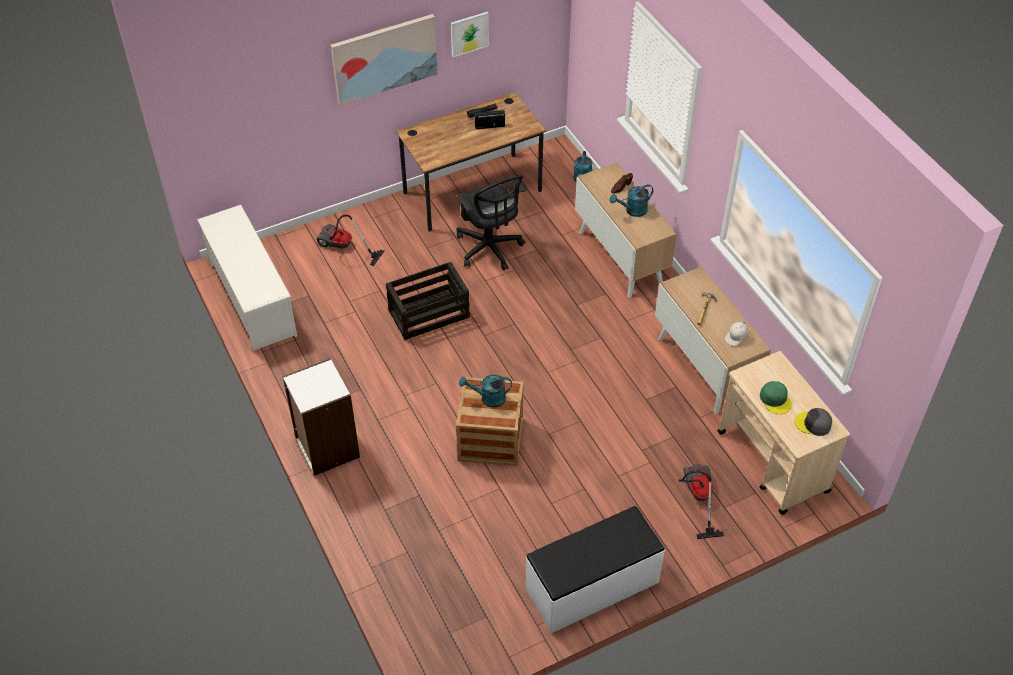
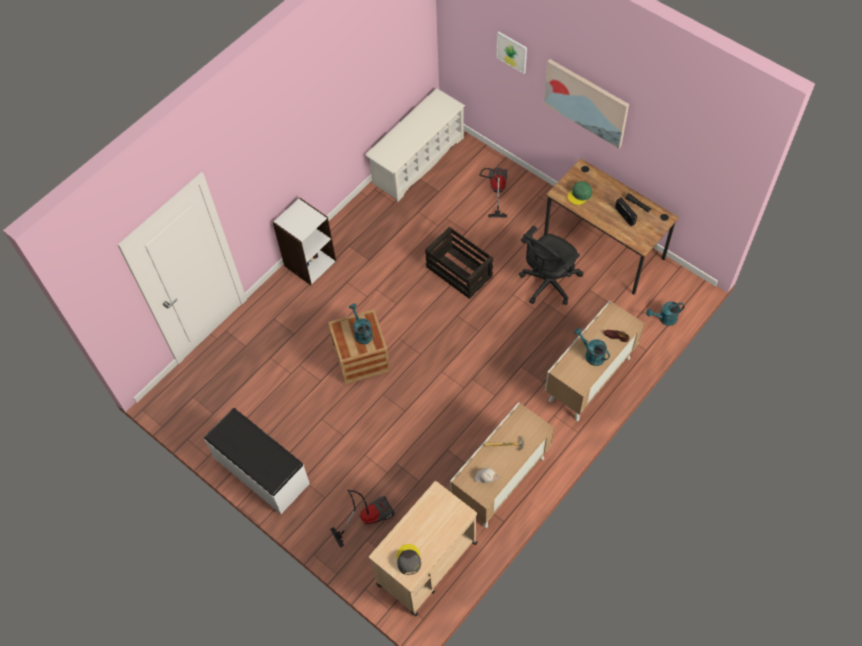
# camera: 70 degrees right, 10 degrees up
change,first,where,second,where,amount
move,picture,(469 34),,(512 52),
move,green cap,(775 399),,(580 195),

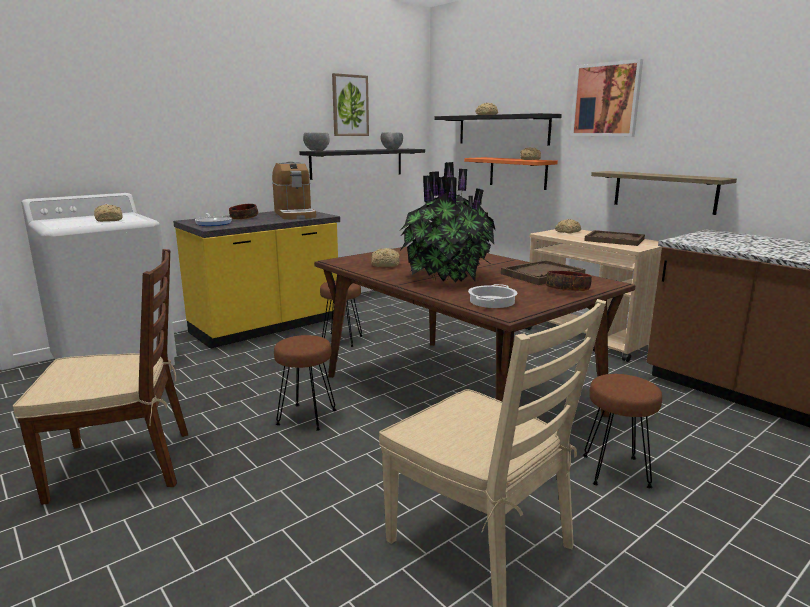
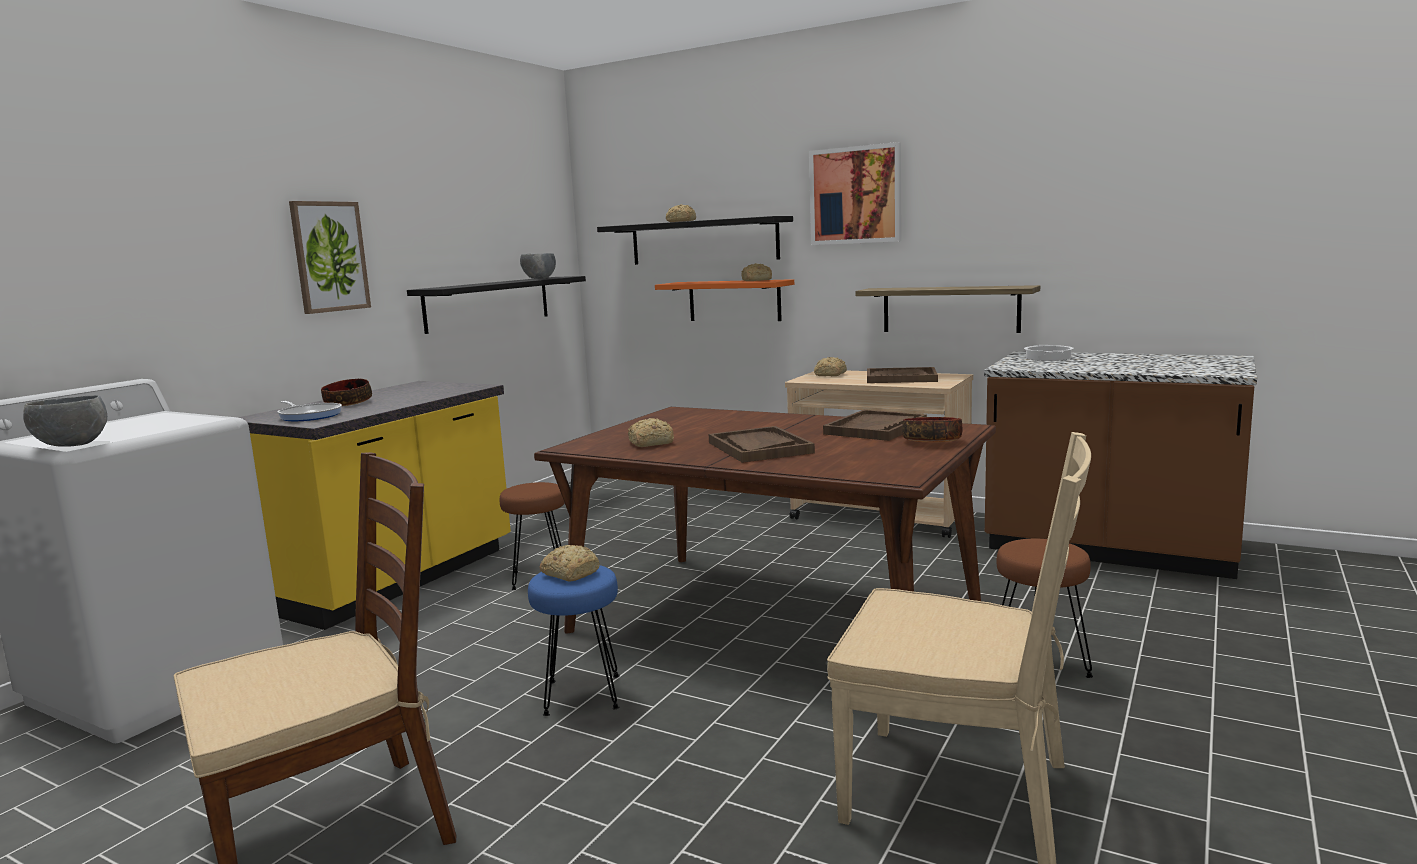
# camera: 20 degrees left, 5 degrees down
change,first,where,second,where,amount
move,picture,(350 105),,(329 256),
move,grey bowl,(317 151),,(72 445),
delete,coffee machine,(295 214),,,
replace,potted plant,(445 277),brown tray,(759 447),
move,bread,(109 220),,(570 573),
move,cooking pot,(492 302),,(1048 358),
recolor,brown stool,(306 417),blue stool,(581 695),

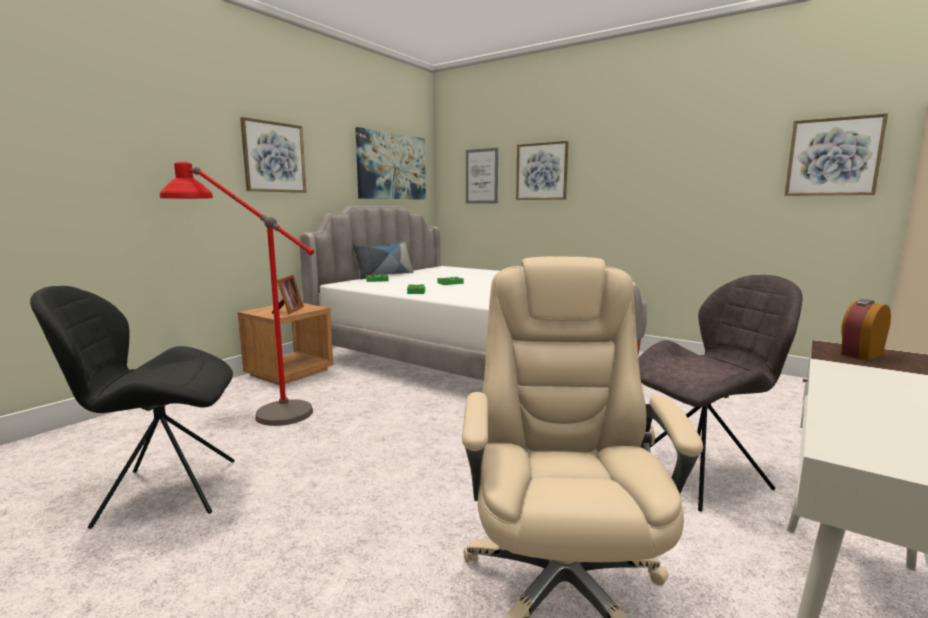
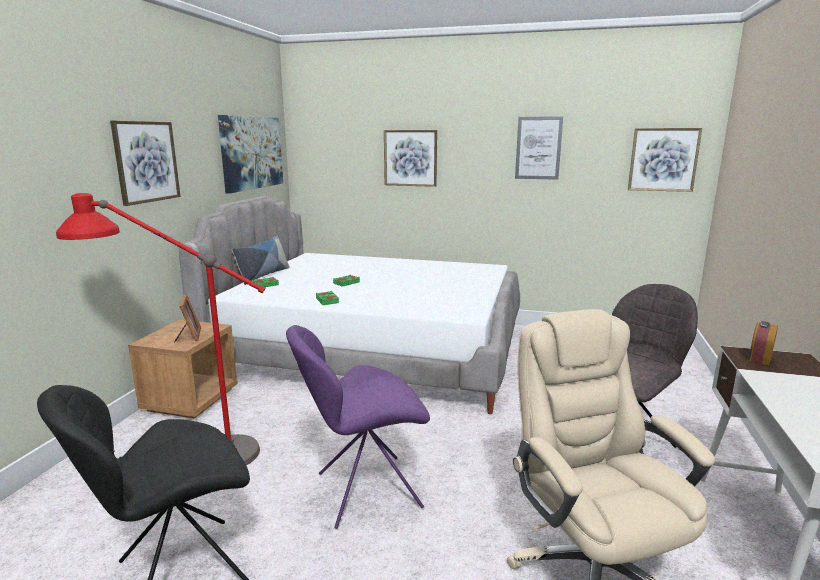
# camera: 20 degrees left, 5 degrees up
change,first,where,second,where,amount
move,picture,(481 176),,(538 148),
insert,,,purple chair,(364 491),

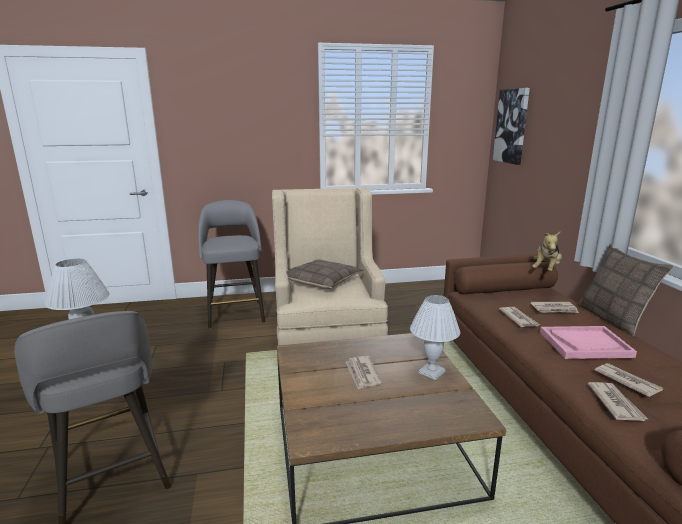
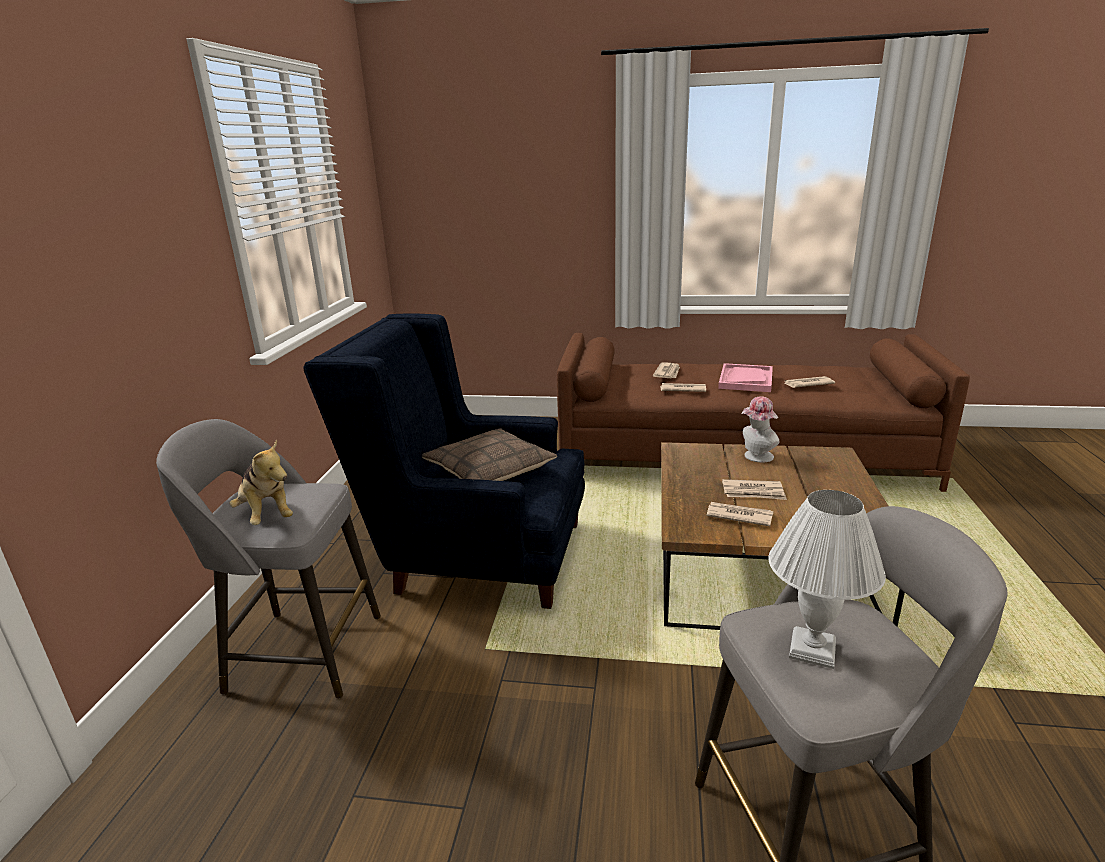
# camera: 70 degrees left, 5 degrees up
change,first,where,second,where,amount
delete,picture,(512 126),,,
recolor,beige armchair,(326 333),blue armchair,(474 555),
move,plush toy,(546 270),,(266 515),
delete,pillow,(613 319),,,
replace,white table lamp,(431 372),hat,(756 457),
move,newspaper,(615 403),,(738 516),

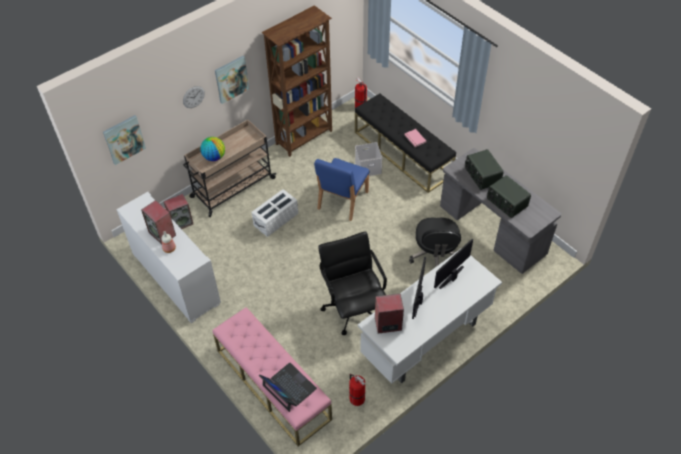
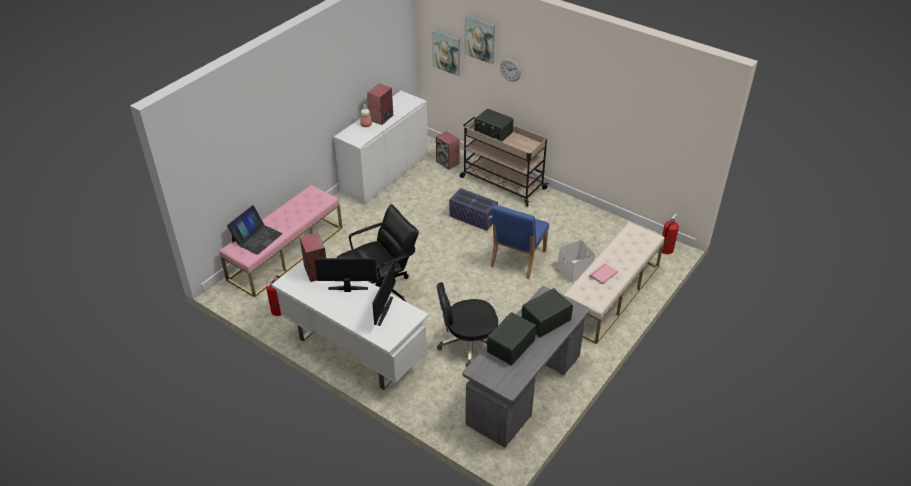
# camera: 75 degrees right, 10 degrees down
change,first,where,second,where,amount
delete,brown bookcase,(305 138),,,
move,picture,(231 79),,(480 39),
recolor,black bench,(402 153),beige bench,(610 295),
replace,globe,(214 157),radio,(493 133),
rotate,blue chair,(342 200),,(517 259),75 degrees counterclockwise
recolor,white storage box,(276 220),purple storage box,(473 218),
rotate,monitor,(452 278),,(384 311),75 degrees clockwise

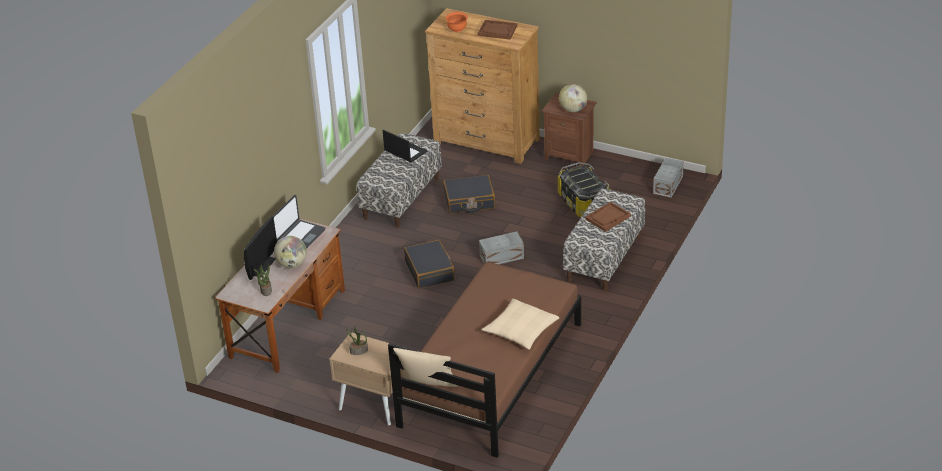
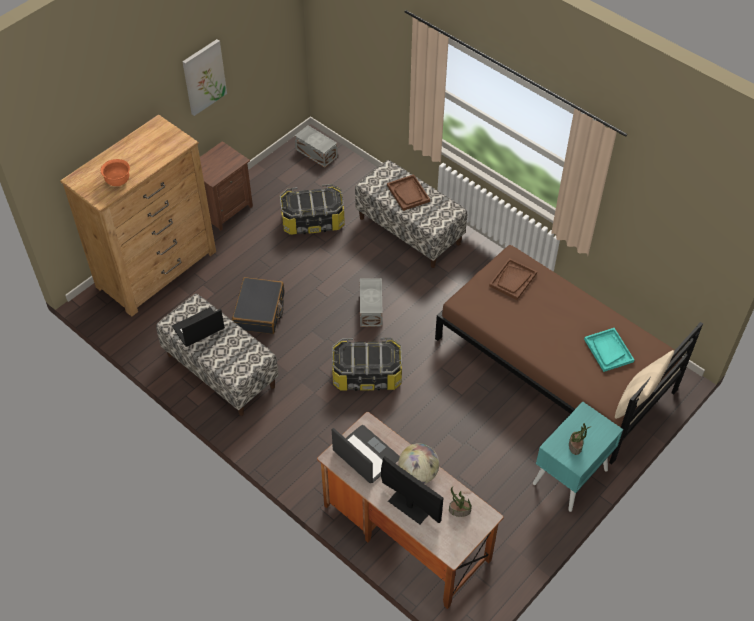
# camera: 75 degrees left, 15 degrees up
change,first,where,second,where,amount
move,brown tray,(497 31),,(513 280),
delete,globe,(573 109),,,
replace,black suitcase,(430 271),storage box,(367 375),
delete,beige pillow,(520 330),,,
recolor,beige nightstand,(373 403),turquoise nightstand,(570 477),
insert,,,picture,(204 77),
insert,,,turquoise tray,(608 350),

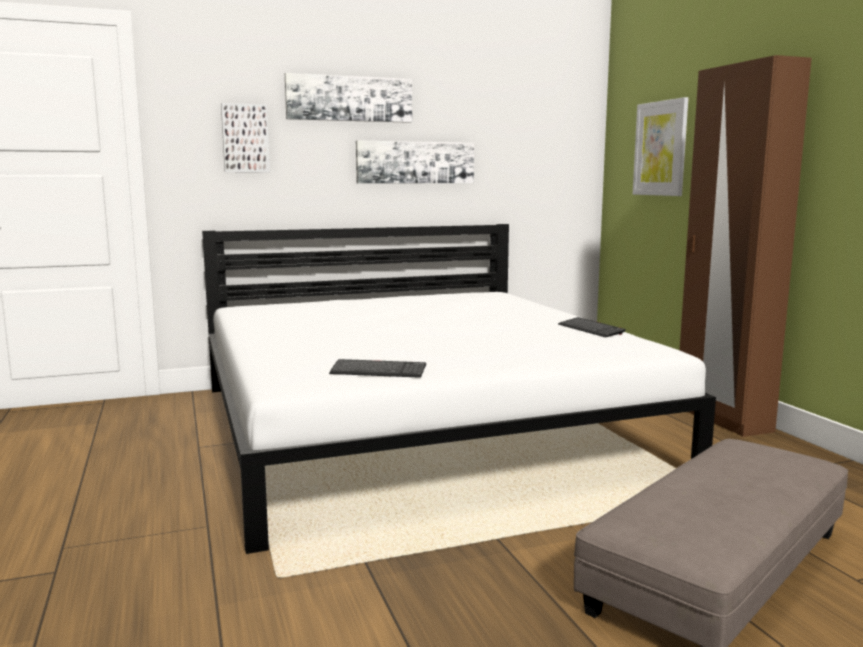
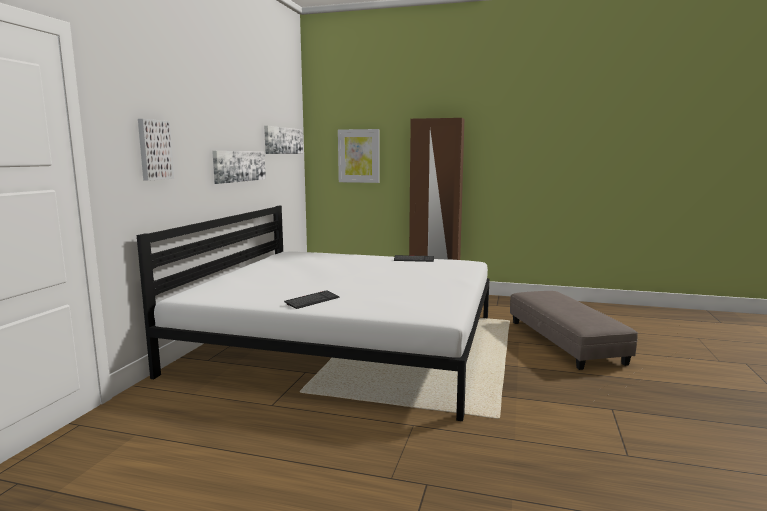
# camera: 55 degrees left, 0 degrees up
change,first,where,second,where,amount
move,picture,(349 99),,(283 140),
move,keyboard,(378 371),,(312 301),

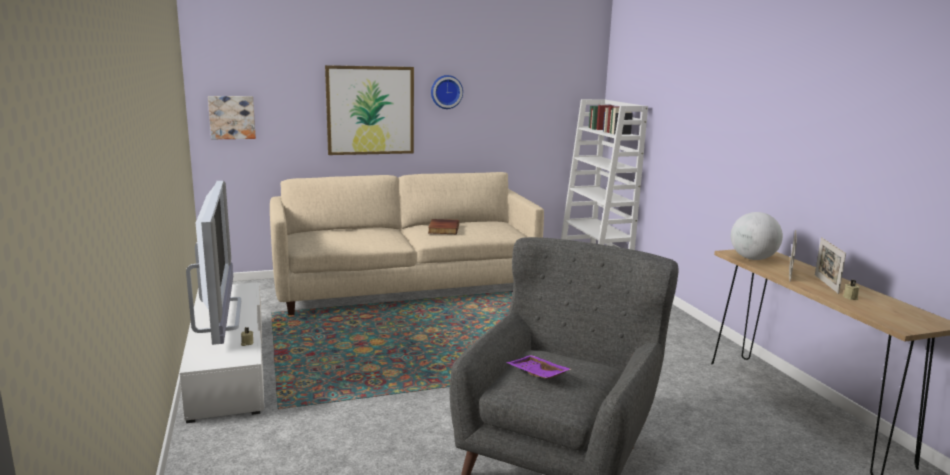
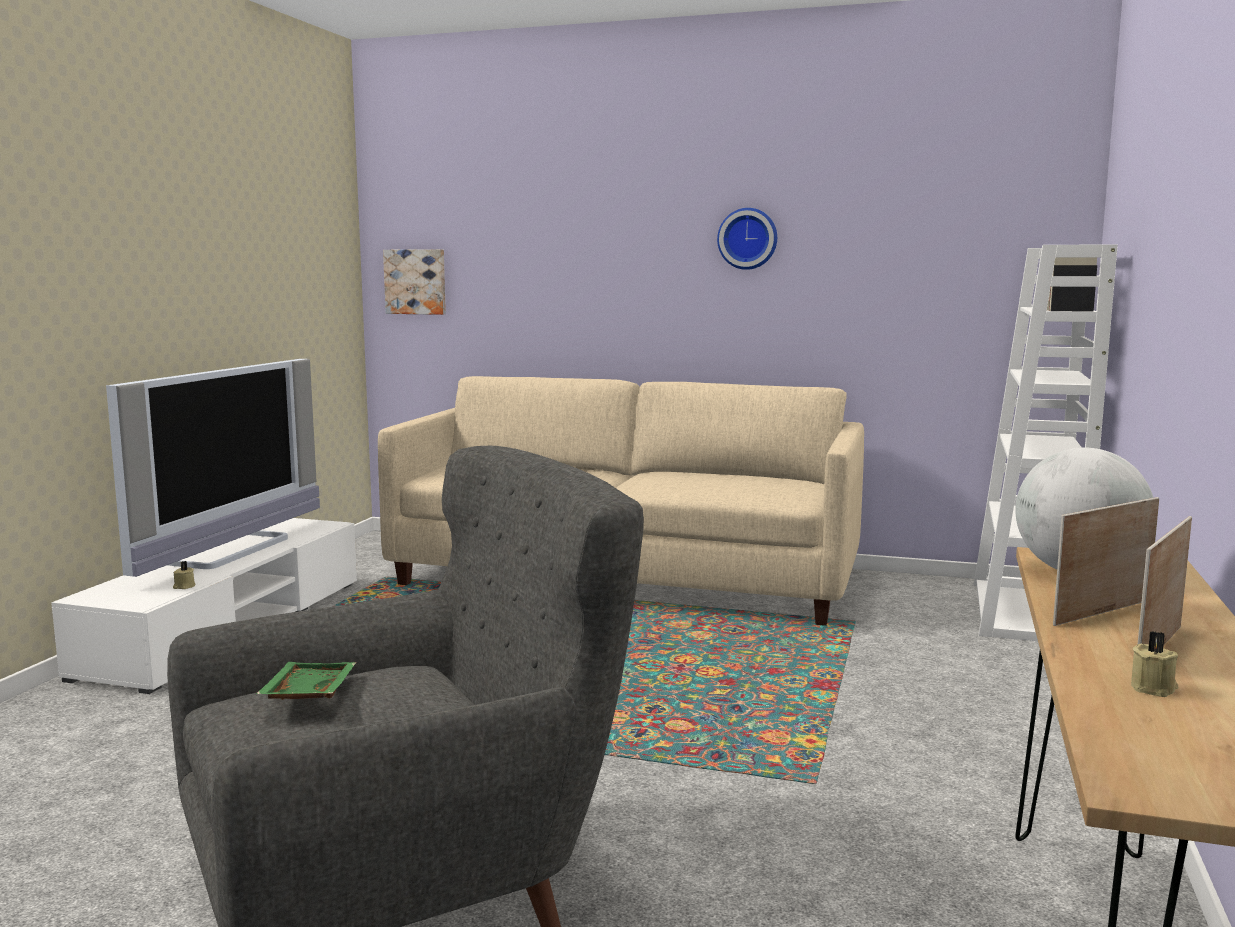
# camera: 35 degrees right, 5 degrees down
change,first,where,second,where,amount
delete,picture,(370 110),,,
delete,book,(443 229),,,
recolor,purple tray,(536 374),green tray,(307 694),

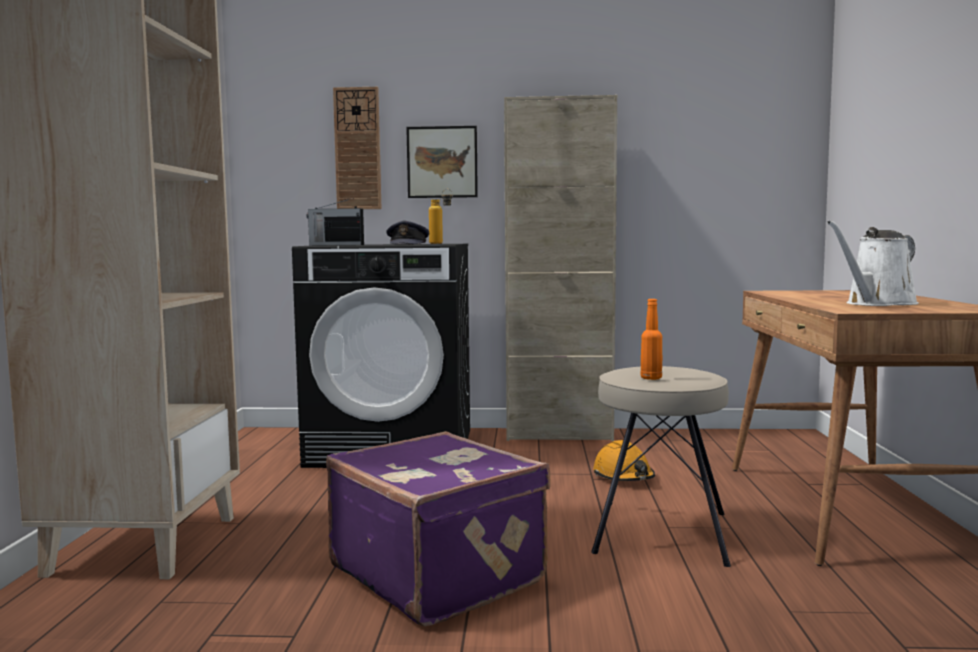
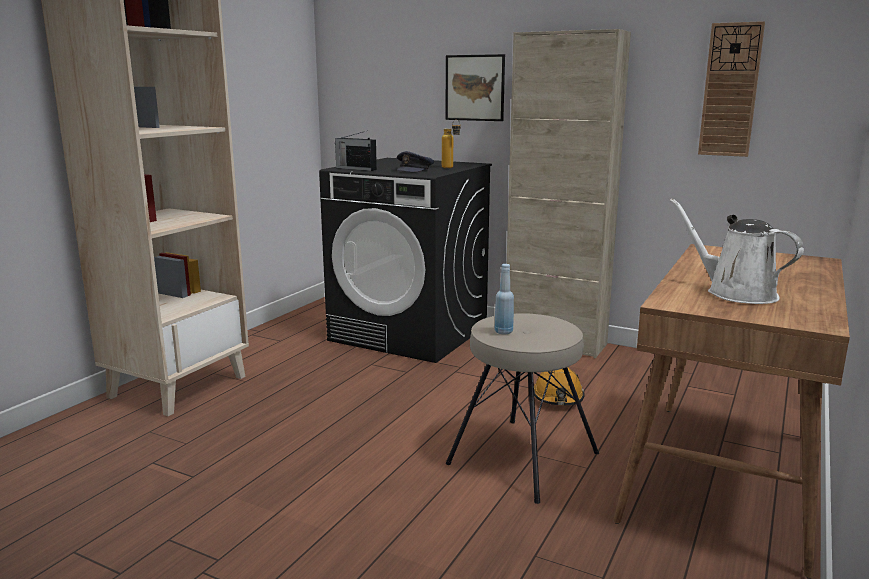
# camera: 25 degrees right, 10 degrees up
change,first,where,second,where,amount
move,wall clock,(357 149),,(730 90),
rotate,white watering can,(877 304),,(735 293),60 degrees clockwise
recolor,orange bottle,(651 378),blue bottle,(503 332),
delete,purple suitcase,(439 573),,,

